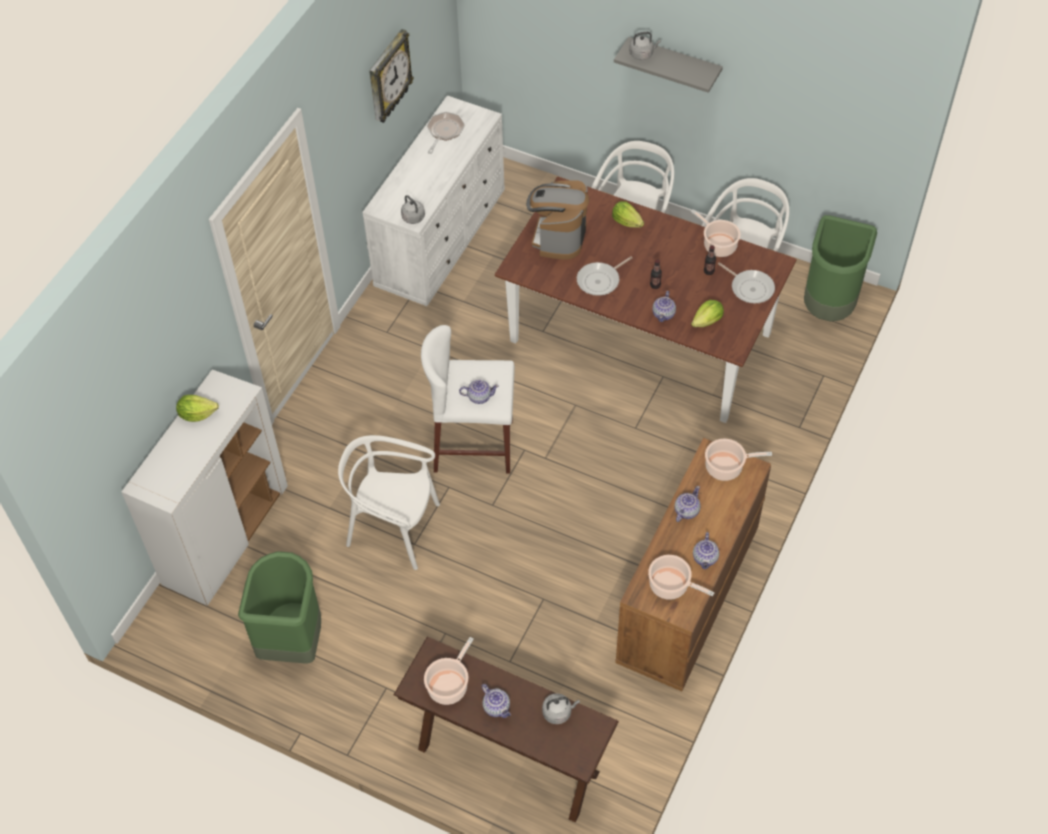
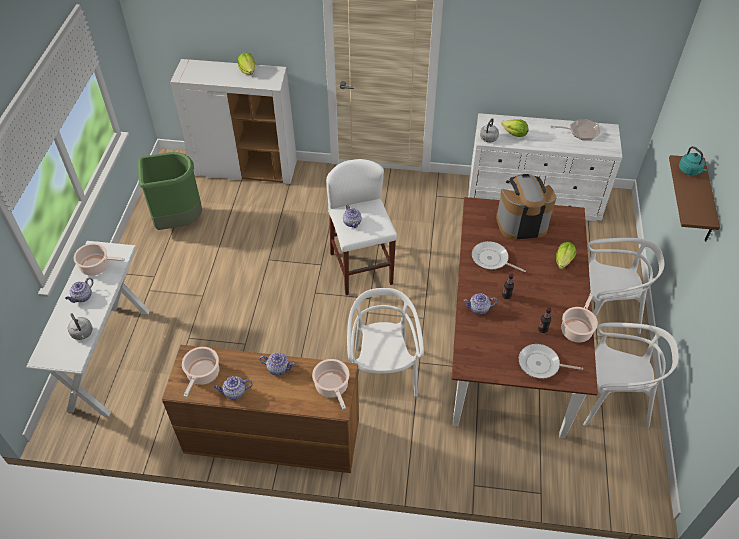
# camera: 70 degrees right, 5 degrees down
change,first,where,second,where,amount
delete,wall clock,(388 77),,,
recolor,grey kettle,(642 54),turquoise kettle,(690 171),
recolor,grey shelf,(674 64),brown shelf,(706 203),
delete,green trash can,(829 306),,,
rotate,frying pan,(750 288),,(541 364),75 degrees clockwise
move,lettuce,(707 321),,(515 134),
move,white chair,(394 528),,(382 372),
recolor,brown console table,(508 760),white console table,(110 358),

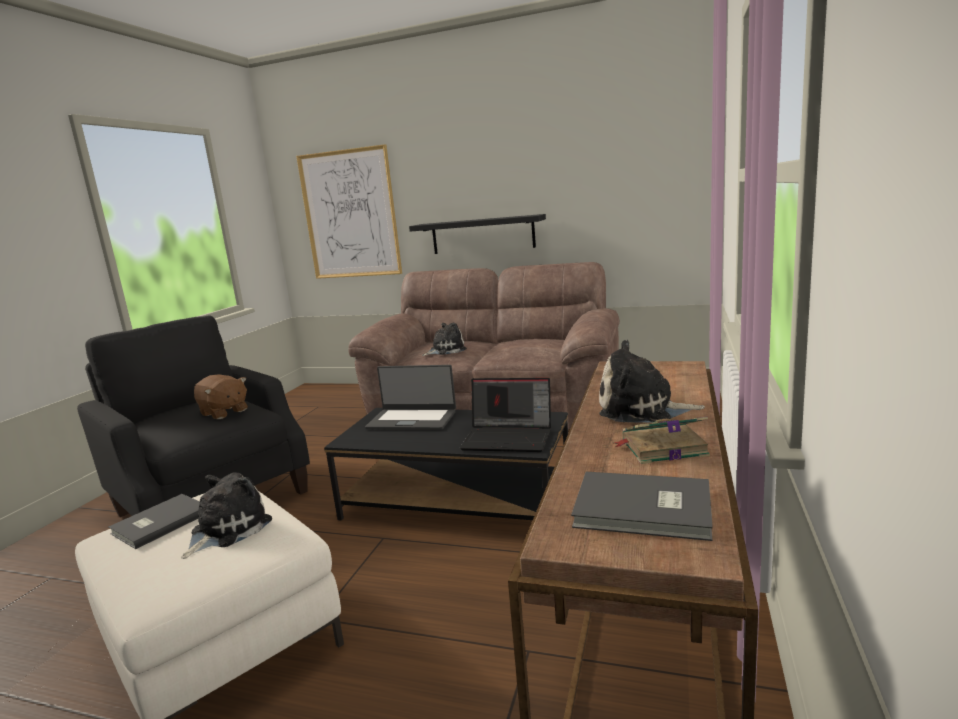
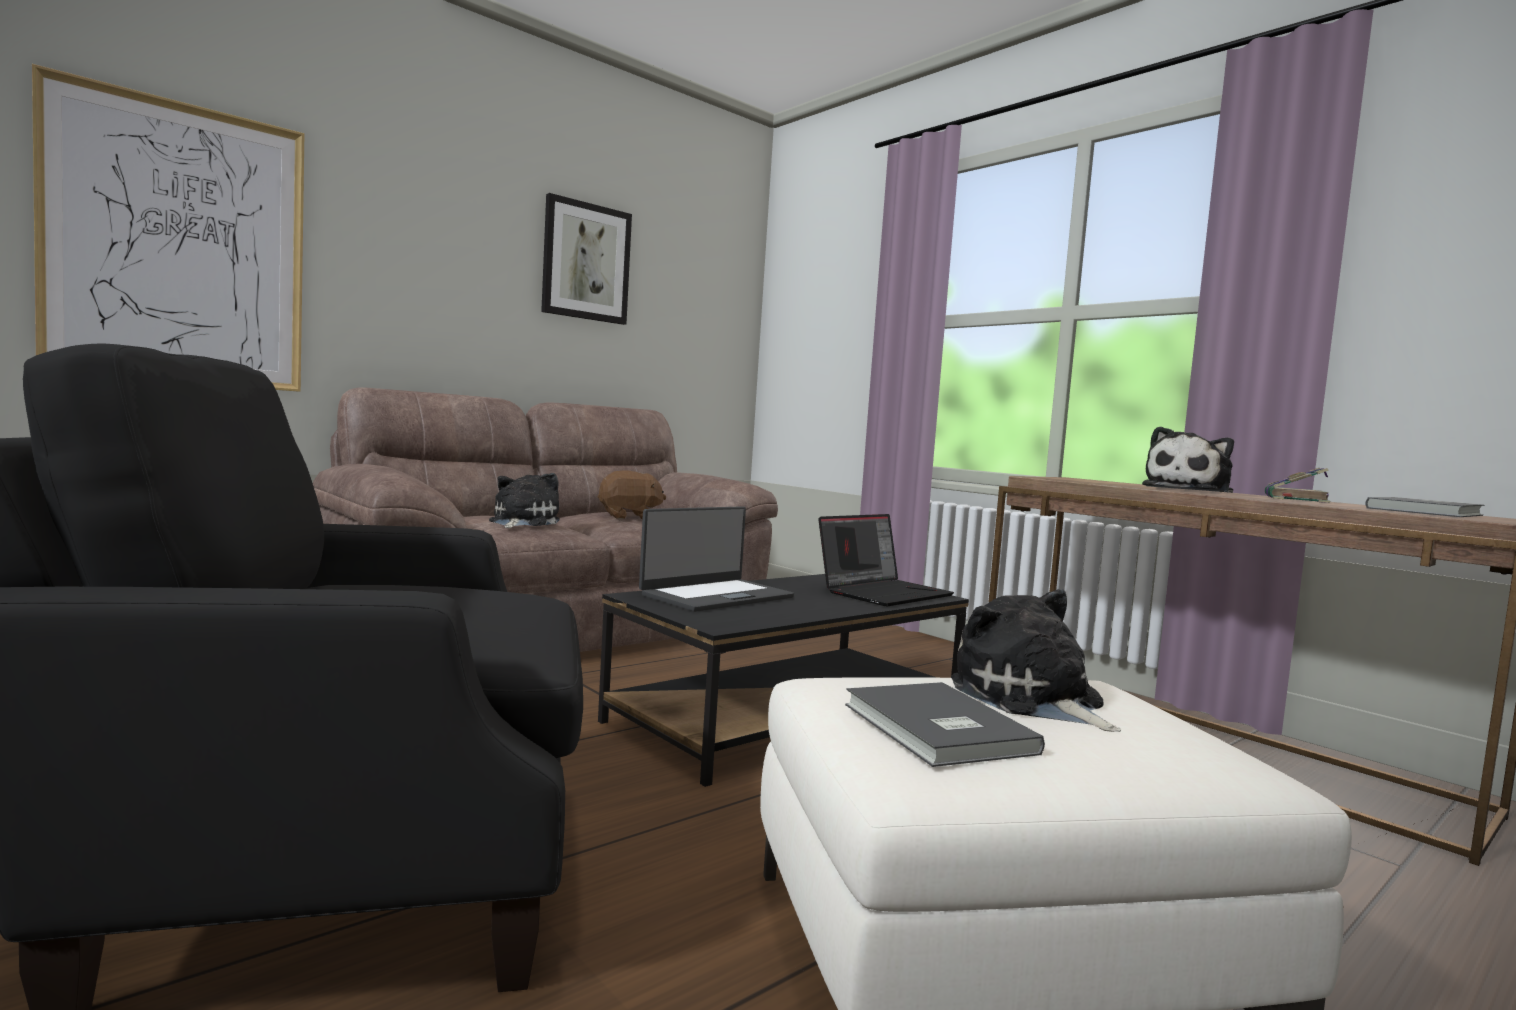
# camera: 60 degrees left, 10 degrees down
change,first,where,second,where,amount
delete,black shelf,(482 235),,,
move,brown plush toy,(224 412),,(629 517),
insert,,,picture,(586 262),

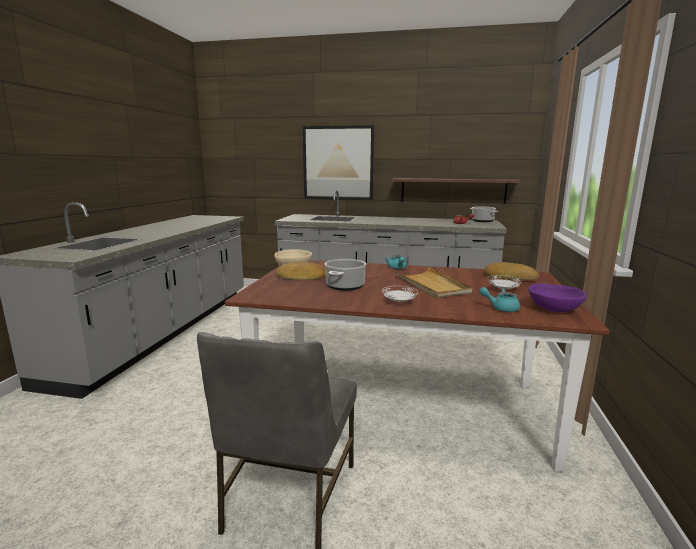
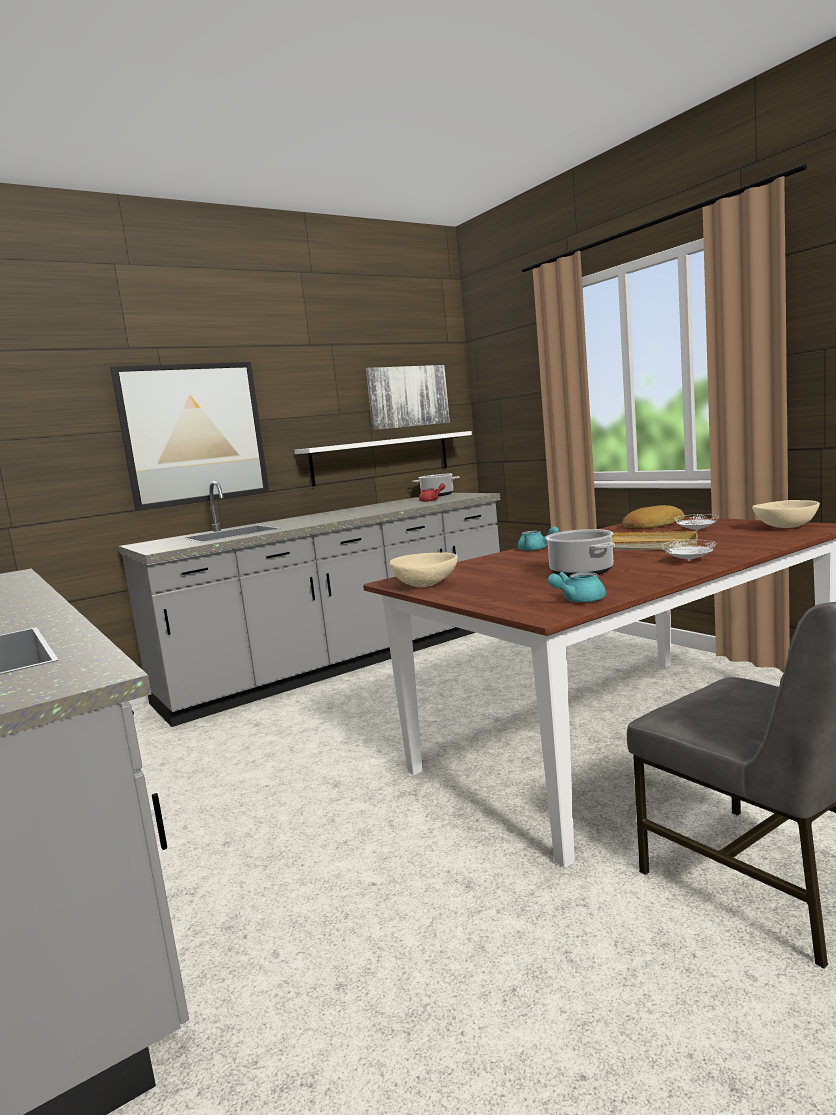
# camera: 45 degrees left, 5 degrees down
change,first,where,second,where,amount
recolor,brown shelf,(453 190),white shelf,(381 458),
delete,bread,(302 277),,,
recolor,purple bowl,(554 309),beige bowl,(784 527),
move,turquoise teapot,(500 308),,(578 600),
insert,,,picture,(407 397),

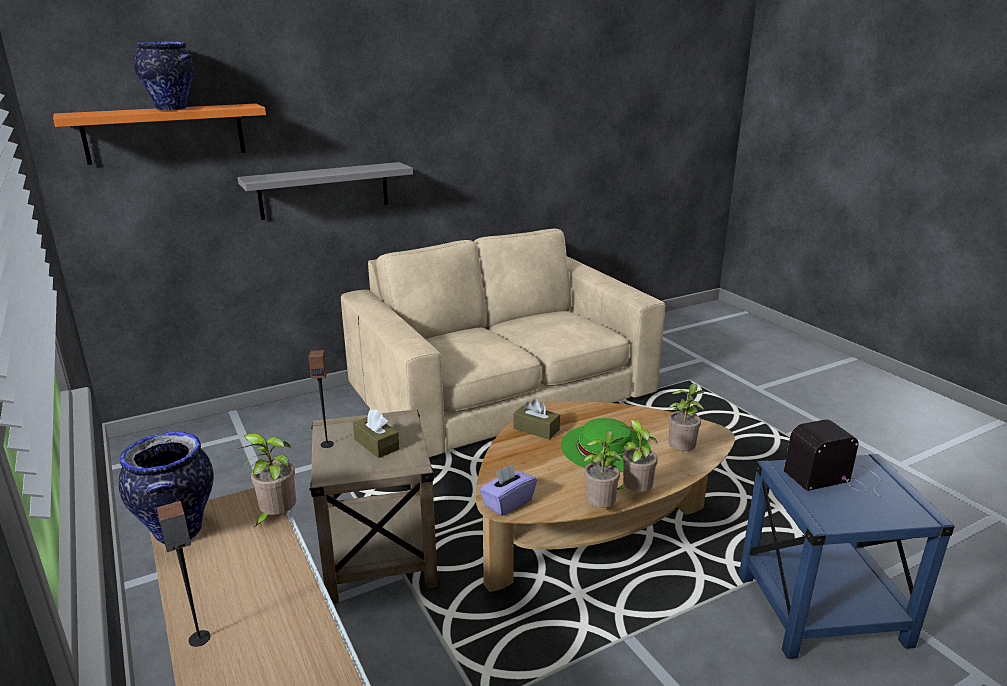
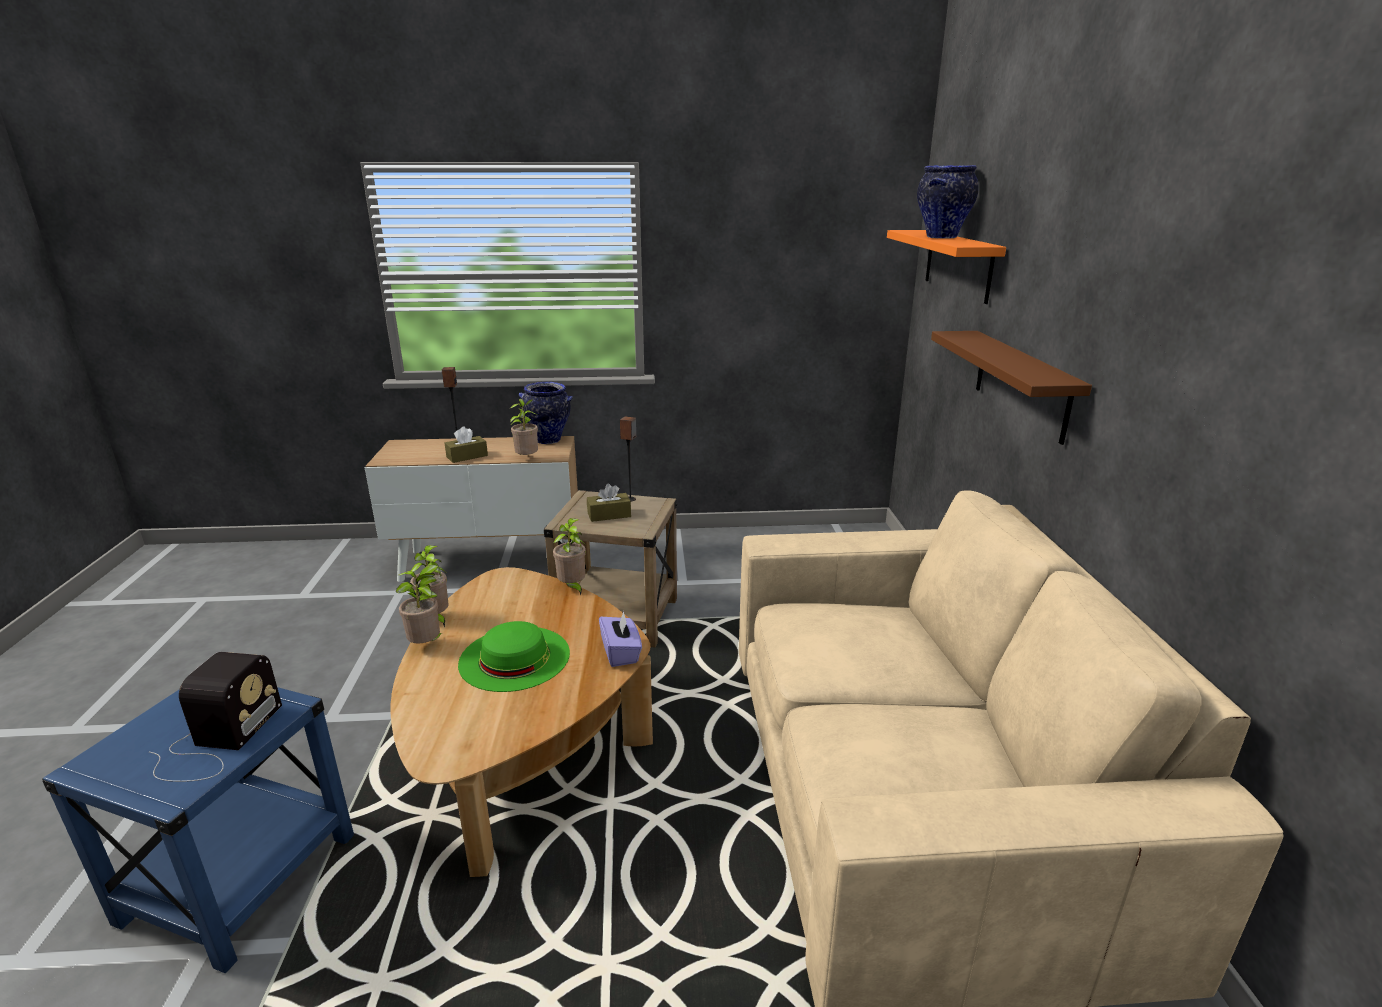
# camera: 115 degrees right, 0 degrees up
change,first,where,second,where,amount
recolor,grey shelf,(324 190),brown shelf,(1021 384),
move,potted plant,(681 453),,(572 588),
move,brown tissue box,(536 429),,(467 456),
move,purple tissue box,(507 503),,(621 653),

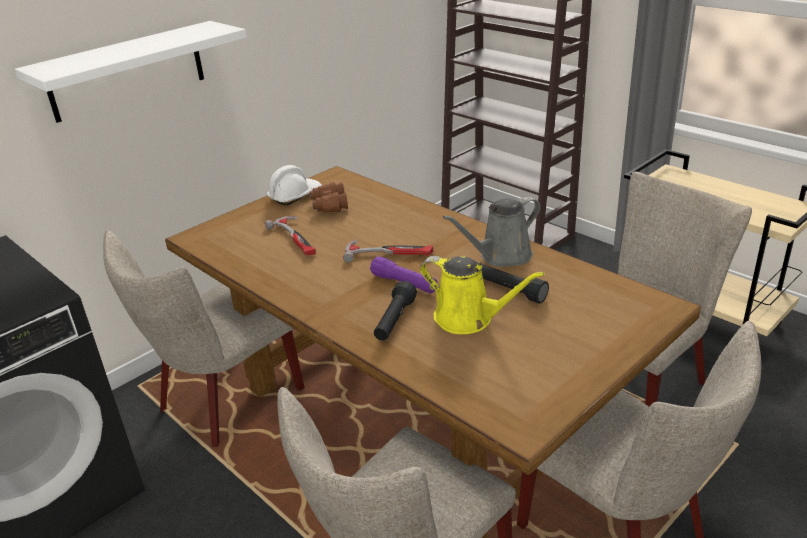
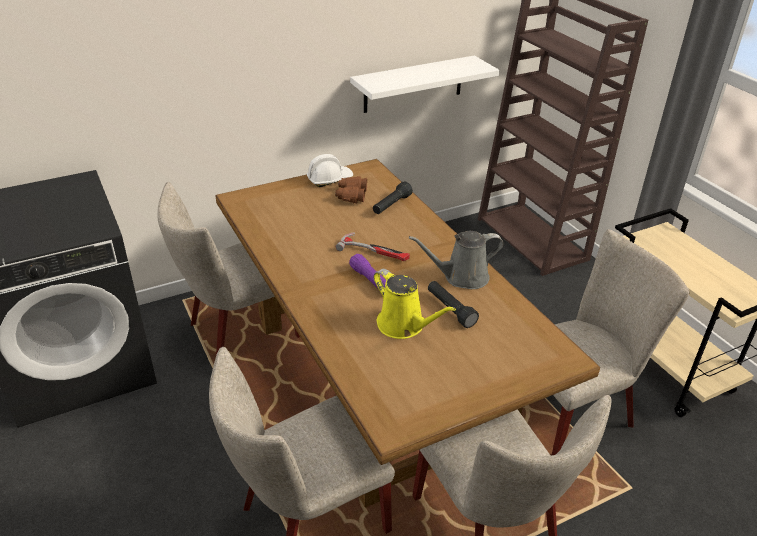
# camera: 15 degrees right, 5 degrees up
change,first,where,second,where,amount
move,white shelf,(127 71),,(413 84),
delete,hammer,(296 239),,,
move,black flashlight,(394 321),,(391 205),

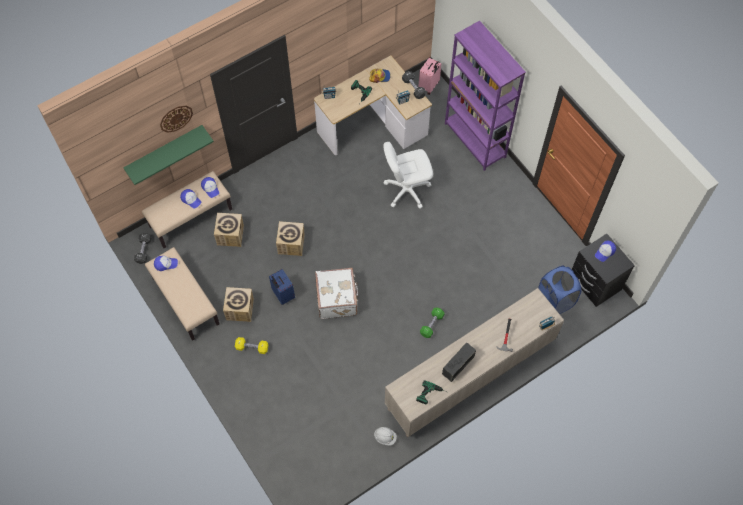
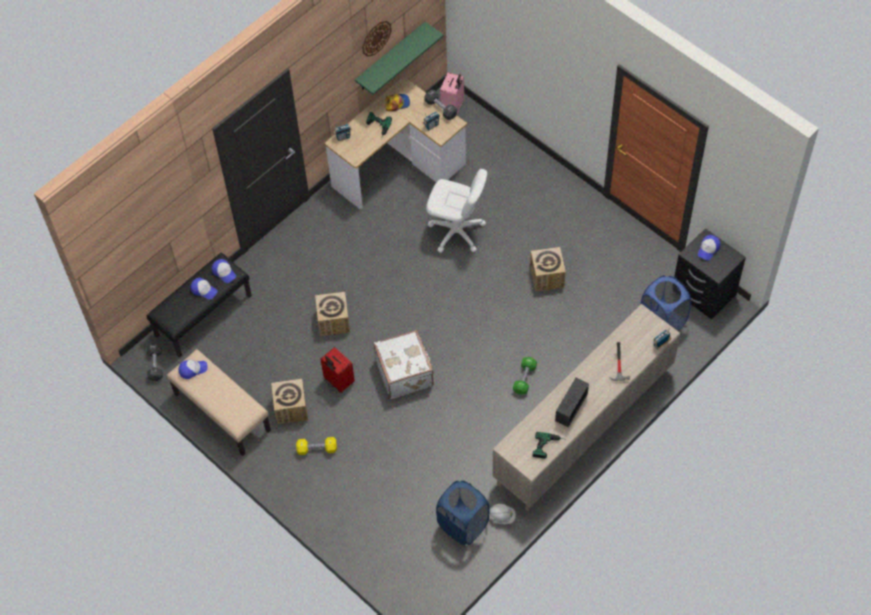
# camera: 10 degrees left, 5 degrees down
change,first,where,second,where,amount
delete,purple bookcase,(475 140),,,
move,wall clock,(176 118),,(376 38),
move,green shelf,(164 151),,(390 57),
rotate,white office chair,(407 190),,(456 232),135 degrees counterclockwise
recolor,beige bench,(191 217),black bench,(203 315),
move,cardboard box,(230 235),,(547 277),
recolor,blue suitcase,(282 295),red suitcase,(338 381),
insert,,,blue laundry basket,(463 525),

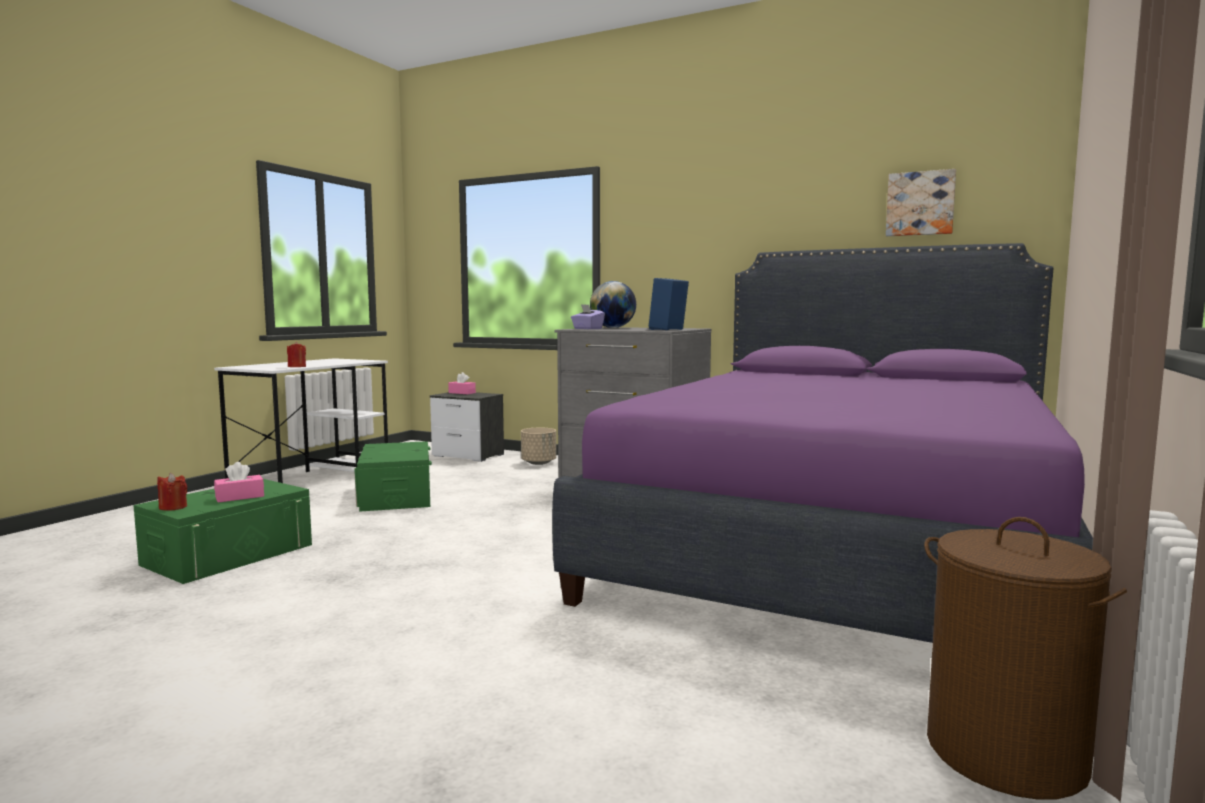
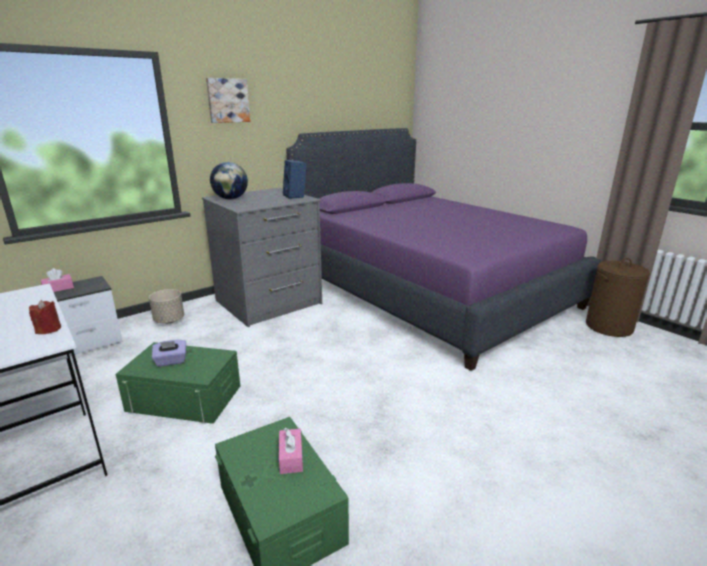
# camera: 65 degrees left, 15 degrees up
change,first,where,second,where,amount
move,picture,(920 204),,(227 100),
move,purple tissue box,(587 329),,(171 361),
delete,red candle,(173 507),,,

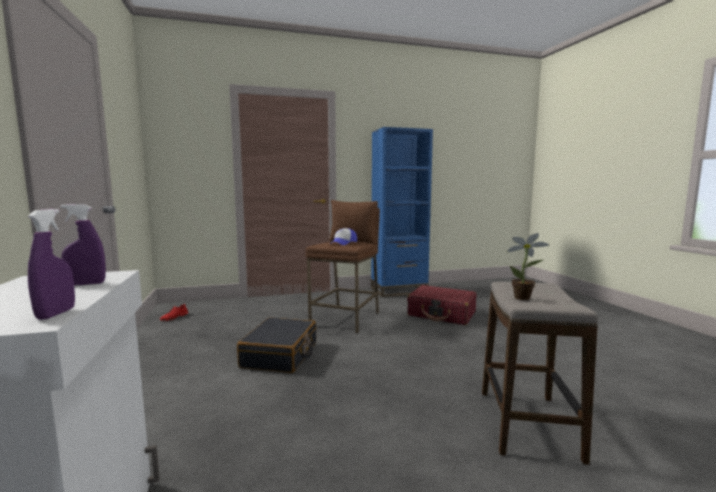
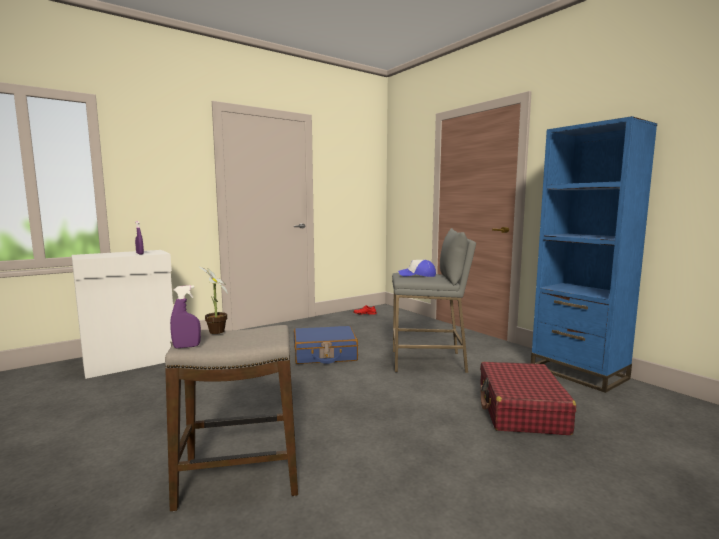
# camera: 70 degrees right, 0 degrees up
change,first,where,second,where,amount
recolor,brown stool,(346 319),grey stool,(428 362),
move,purple spray bottle,(56 314),,(187 346),
recolor,black suitcase,(280 355),blue suitcase,(325 354),

